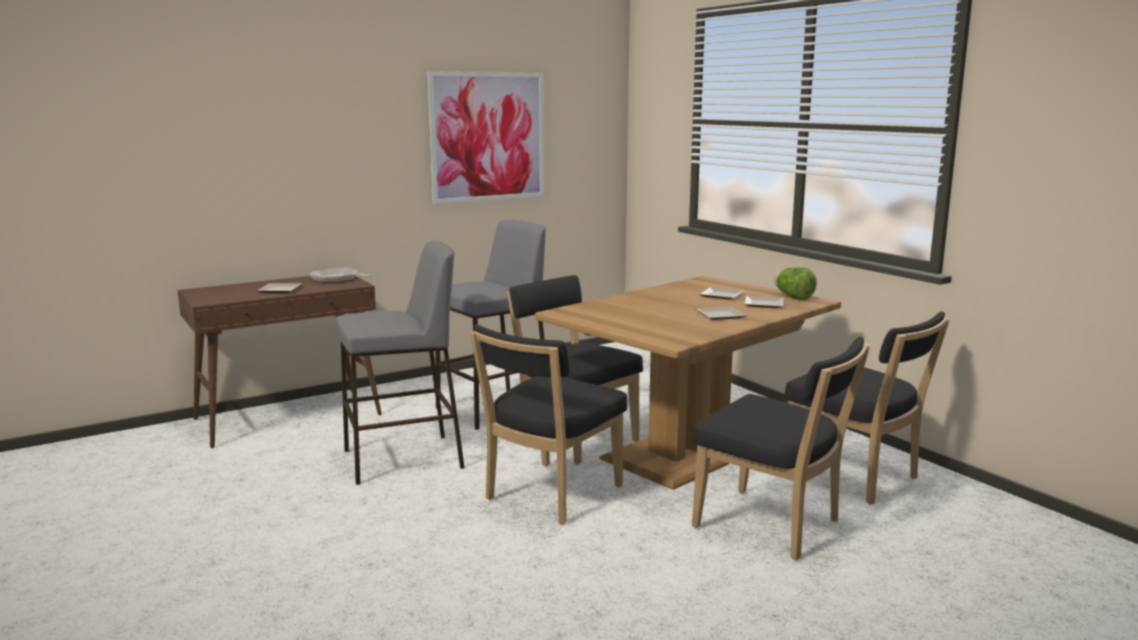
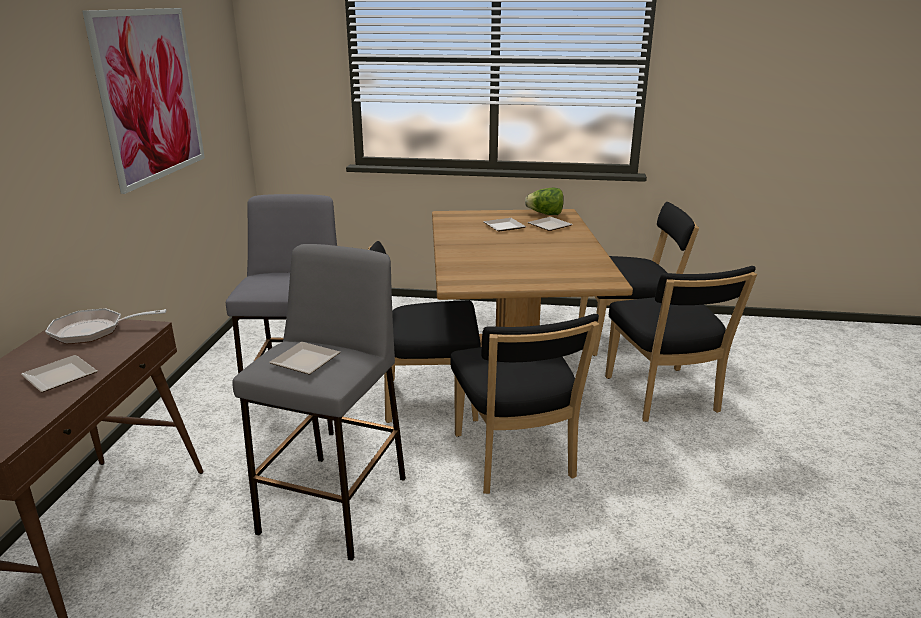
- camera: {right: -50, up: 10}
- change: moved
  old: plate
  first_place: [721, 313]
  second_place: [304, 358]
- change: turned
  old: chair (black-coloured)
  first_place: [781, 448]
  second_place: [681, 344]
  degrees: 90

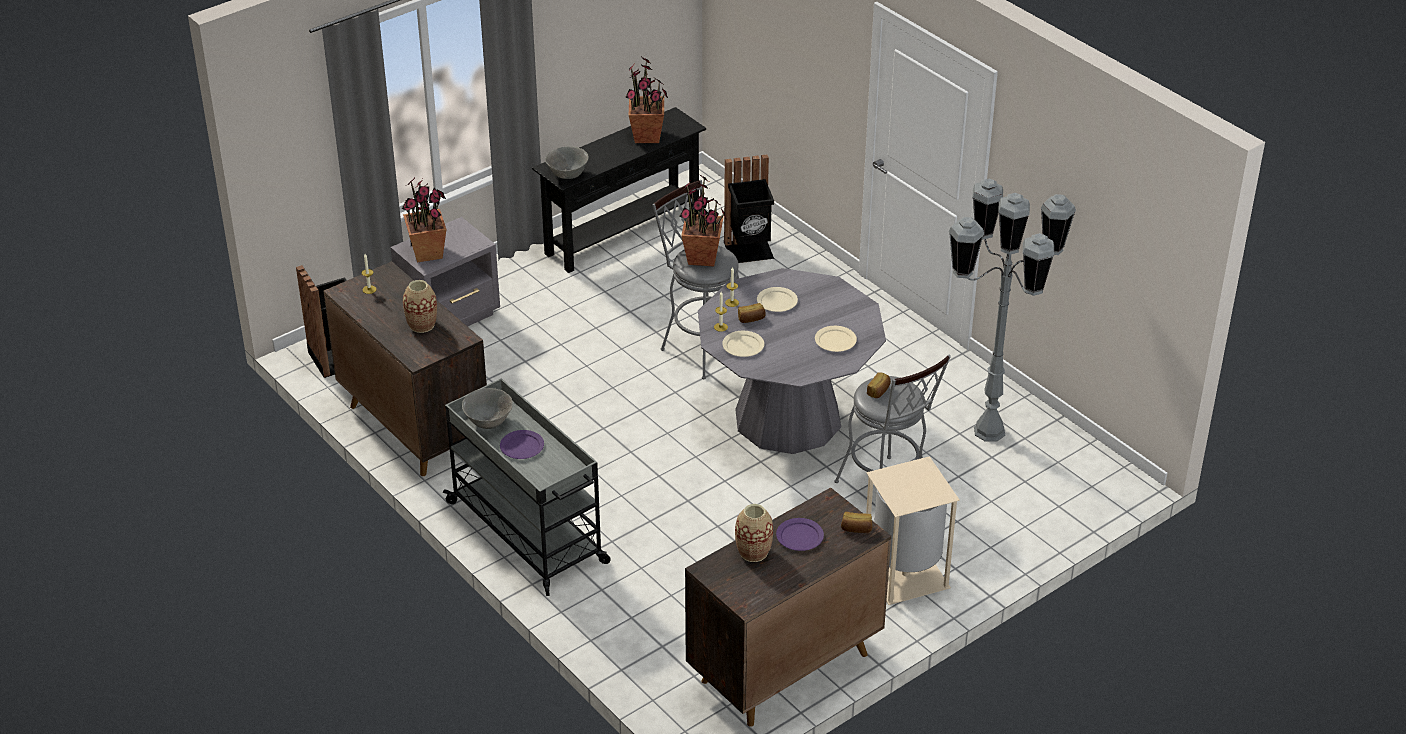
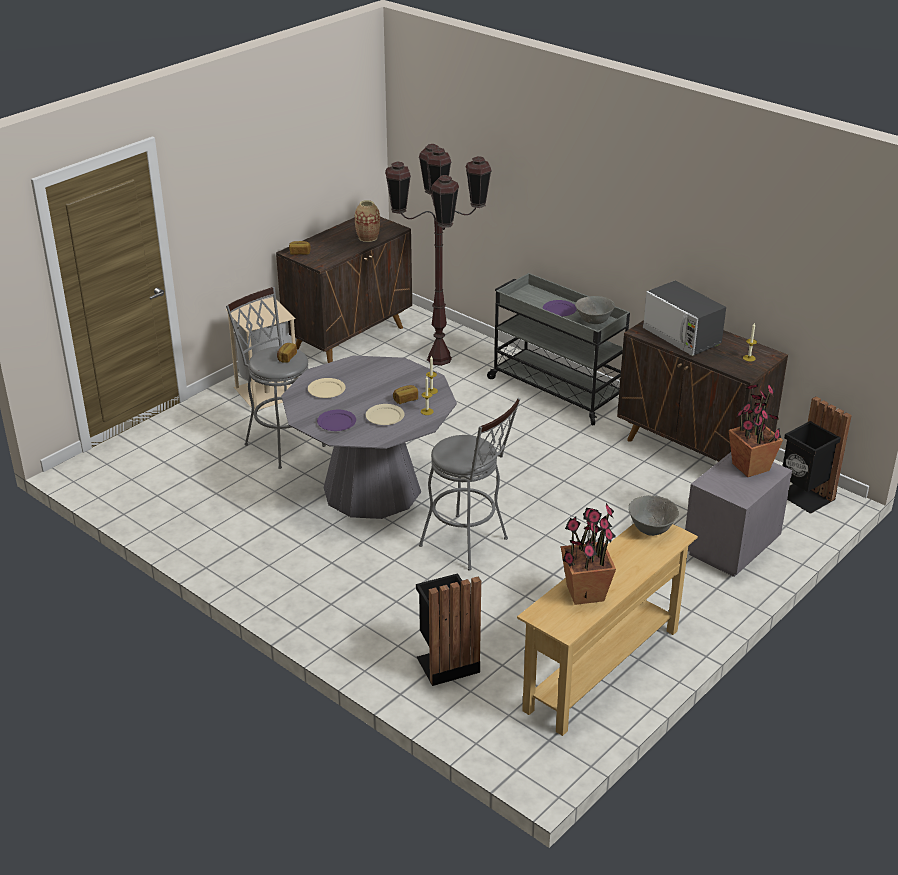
- camera: {right: 170, up: -5}
- change: removed
  old: houseplant
  first_place: [702, 220]
- change: removed
  old: plate (beige-coloured)
  first_place: [743, 344]
- change: removed
  old: floor lamp (gray)
  first_place: [1012, 310]
- change: added
  new: floor lamp (brownish)
  second_place: [438, 255]
- change: moved
  old: plate (purple-coloured)
  first_place: [800, 534]
  second_place: [336, 420]
- change: replaced
  old: vase
  new: microwave oven
  first_place: [420, 306]
  second_place: [684, 318]
- change: recoloured
  old: console table (black-coloured)
  new: console table (beige-coloured)
  first_place: [619, 190]
  second_place: [607, 630]

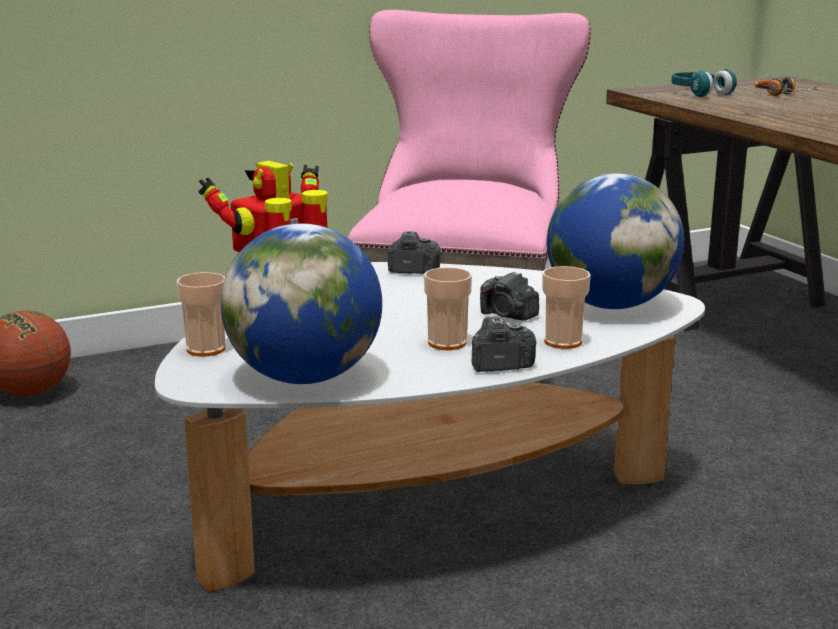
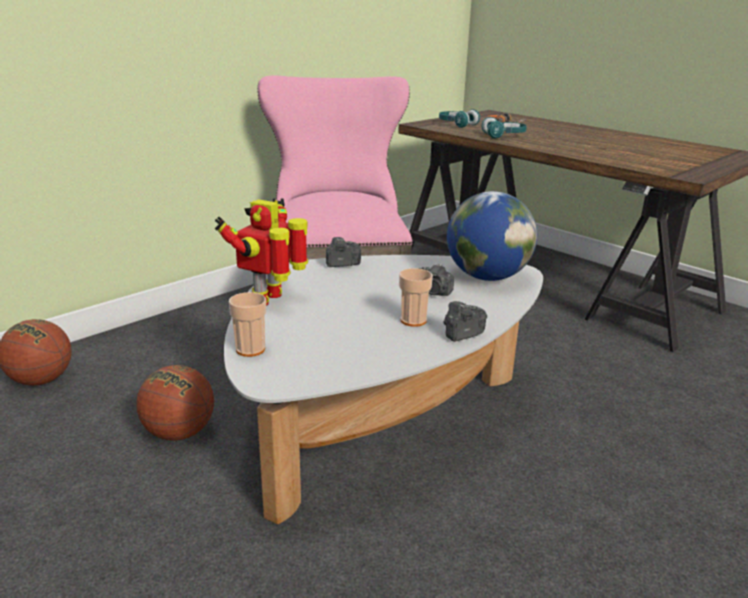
- camera: {right: -20, up: 5}
- change: removed
  old: desk globe
  first_place: [301, 303]
- change: removed
  old: cup
  first_place: [566, 307]
- change: added
  new: basketball
  second_place: [175, 403]
- change: added
  new: headset (turquoise-coloured)
  second_place: [504, 128]

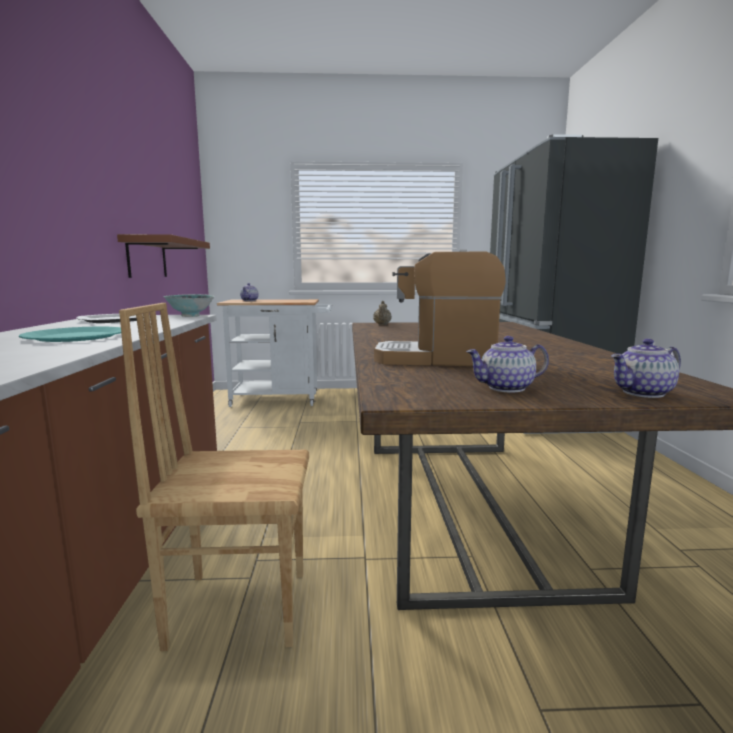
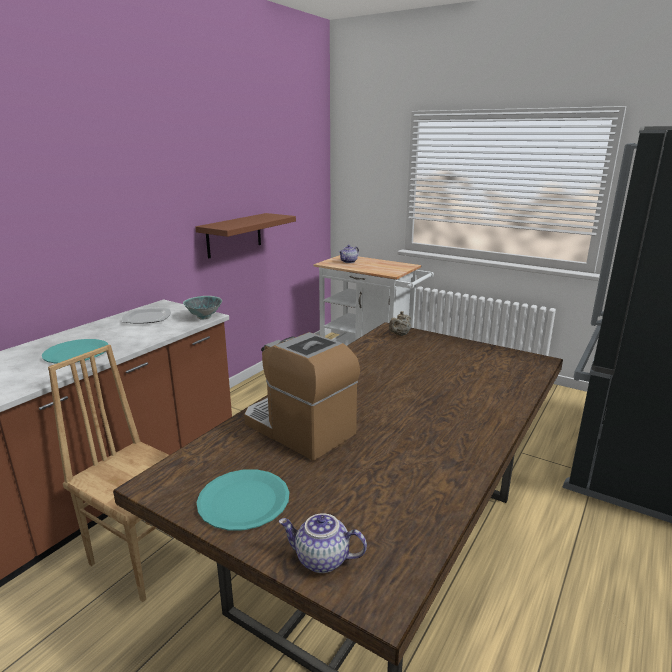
- camera: {right: 35, up: 10}
- change: replaced
  old: pot for tea
  new: plate (turquoise-coloured)
  first_place: [507, 364]
  second_place: [242, 500]

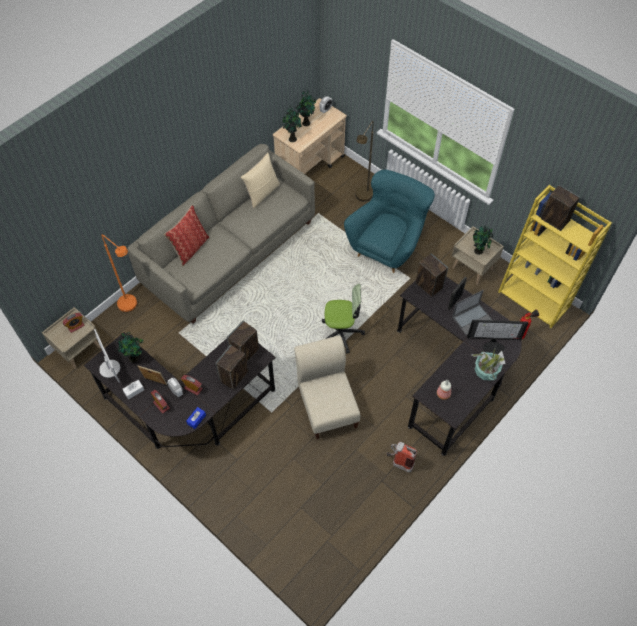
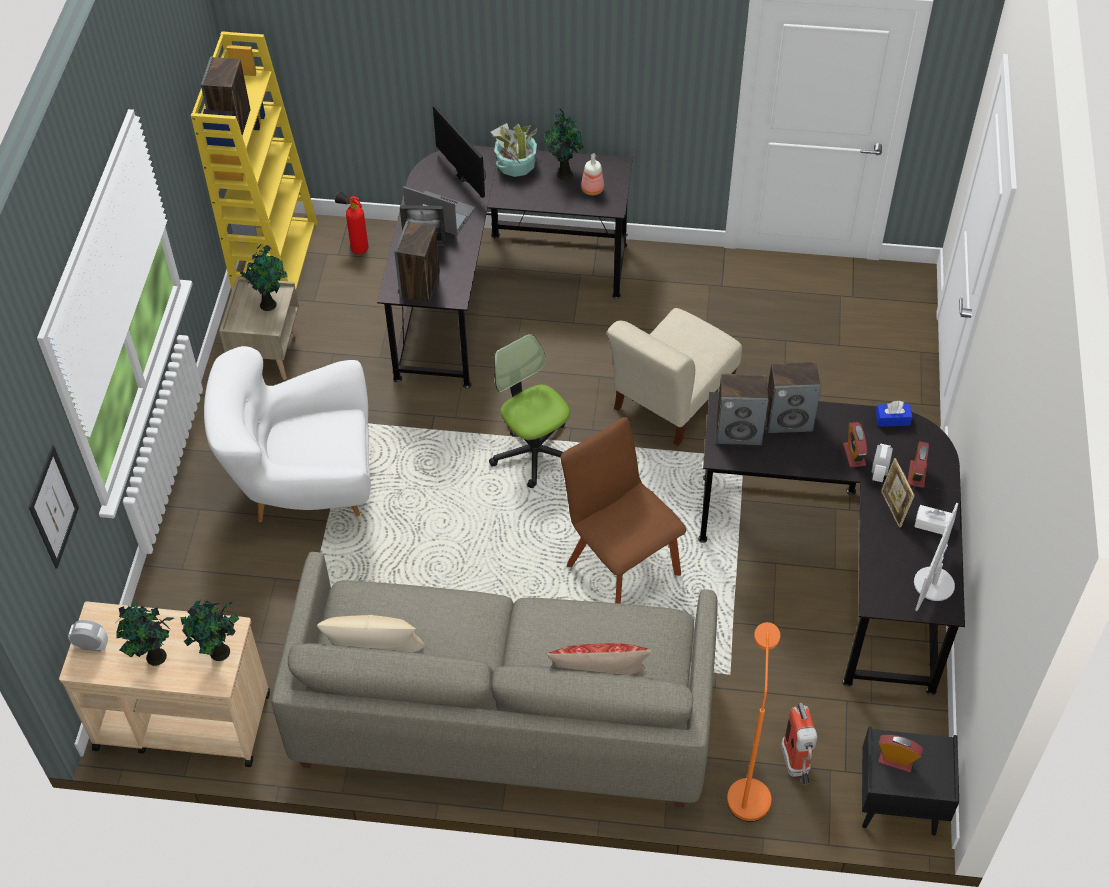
- camera: {right: -125, up: -5}
- change: removed
  old: floor lamp (brownish)
  first_place: [364, 161]
- change: added
  new: picture
  second_place: [53, 506]
- change: added
  new: chair (brownish)
  second_place: [623, 510]
- change: moved
  old: houseplant
  first_place: [130, 347]
  second_place: [564, 144]
- change: moved
  old: extinguisher
  first_place: [401, 457]
  second_place: [799, 743]
- change: recoloured
  old: nightstand (beige-coloured)
  new: nightstand (black-coloured)
  first_place: [71, 338]
  second_place: [910, 781]
- change: recoloured
  old: armchair (turquoise-coloured)
  new: armchair (white)
  first_place: [389, 221]
  second_place: [287, 434]

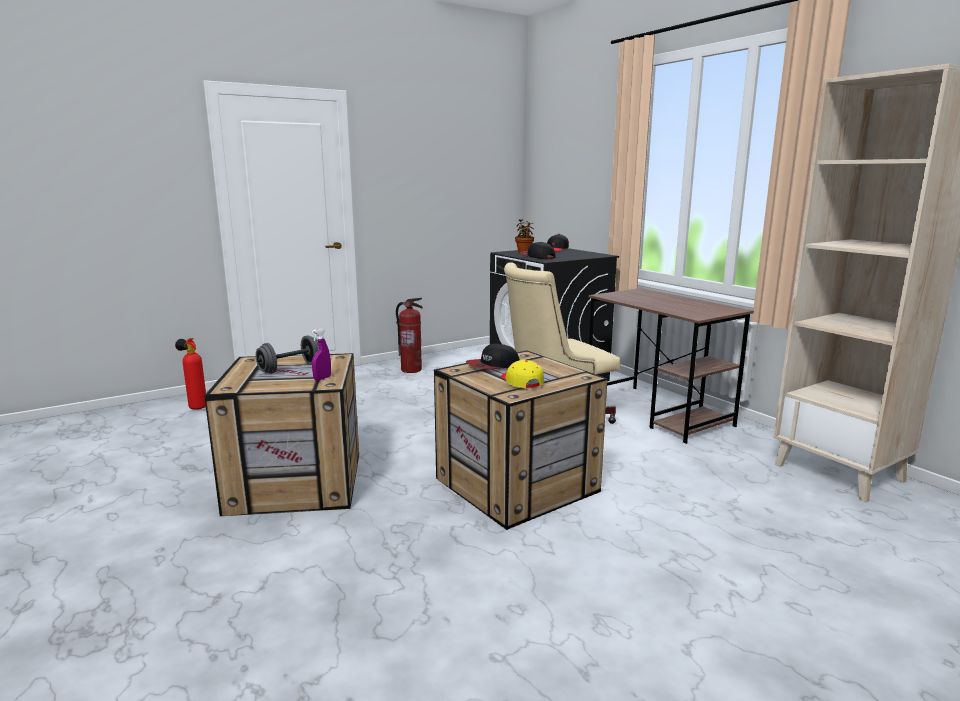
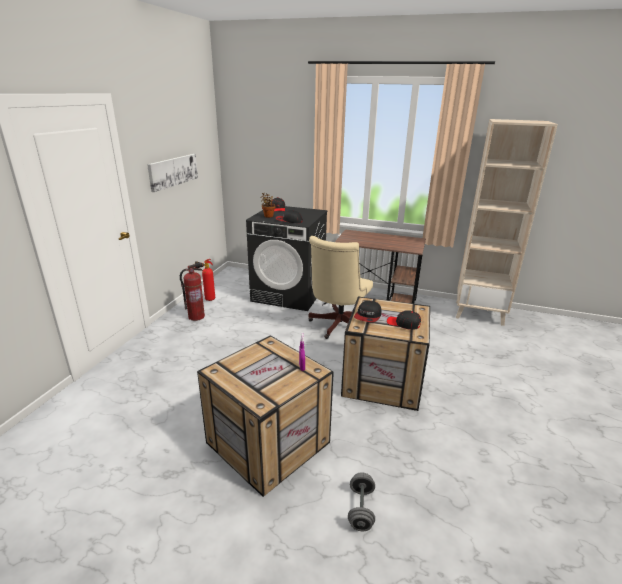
- camera: {right: -40, up: 10}
- change: added
  new: picture
  second_place: [172, 173]
- change: moved
  old: extinguisher
  first_place: [190, 374]
  second_place: [205, 280]
- change: moved
  old: dumbbell (gray)
  first_place: [287, 354]
  second_place: [361, 501]
- change: recoloured
  old: cap (yellow)
  new: cap (black-coloured)
  first_place: [522, 374]
  second_place: [404, 320]

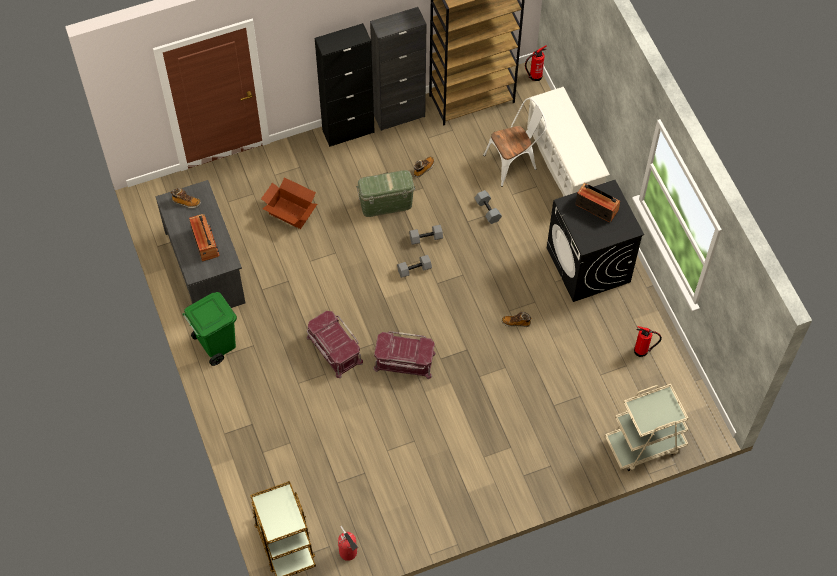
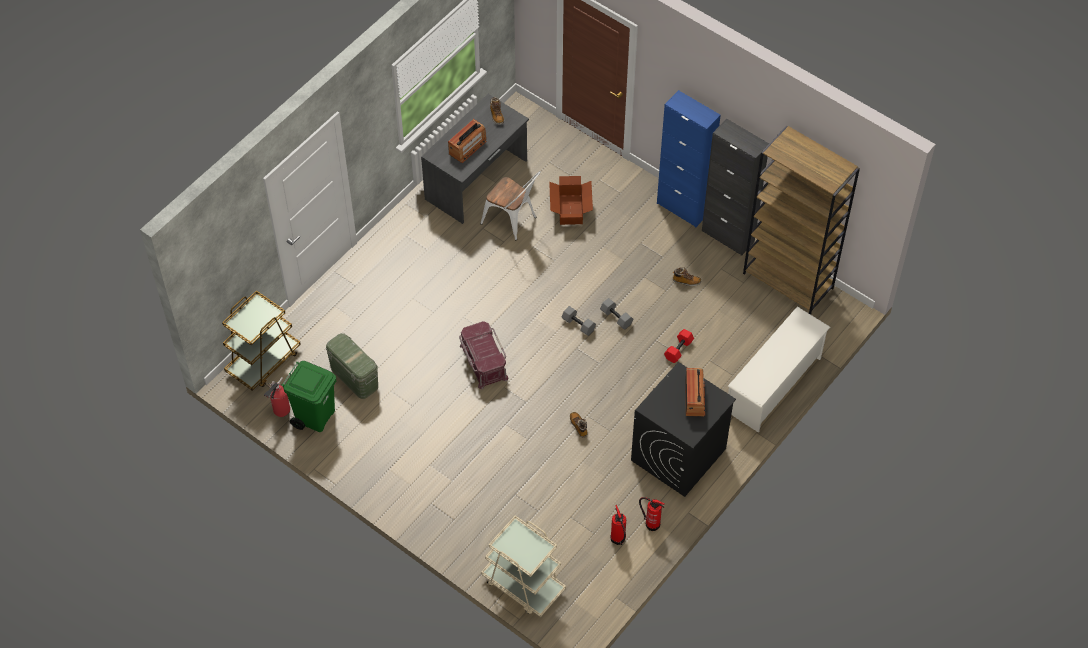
- camera: {right: 60, up: -5}
- change: removed
  old: storage bin (red-coloured)
  first_place: [335, 344]
- change: moved
  old: waste bin (green)
  first_place: [209, 329]
  second_place: [309, 396]
- change: moved
  old: storage bin (green)
  first_place: [385, 193]
  second_place: [352, 366]
- change: moved
  old: chair (white)
  first_place: [515, 142]
  second_place: [510, 206]
- change: moved
  old: extinguisher
  first_place: [536, 63]
  second_place: [651, 514]
- change: recoloured
  old: storage cabinet (black-coloured)
  new: storage cabinet (bluish)
  first_place: [345, 85]
  second_place: [689, 158]
- change: recoloured
  old: dumbbell (gray)
  new: dumbbell (red-coloured)
  first_place: [488, 207]
  second_place: [679, 346]

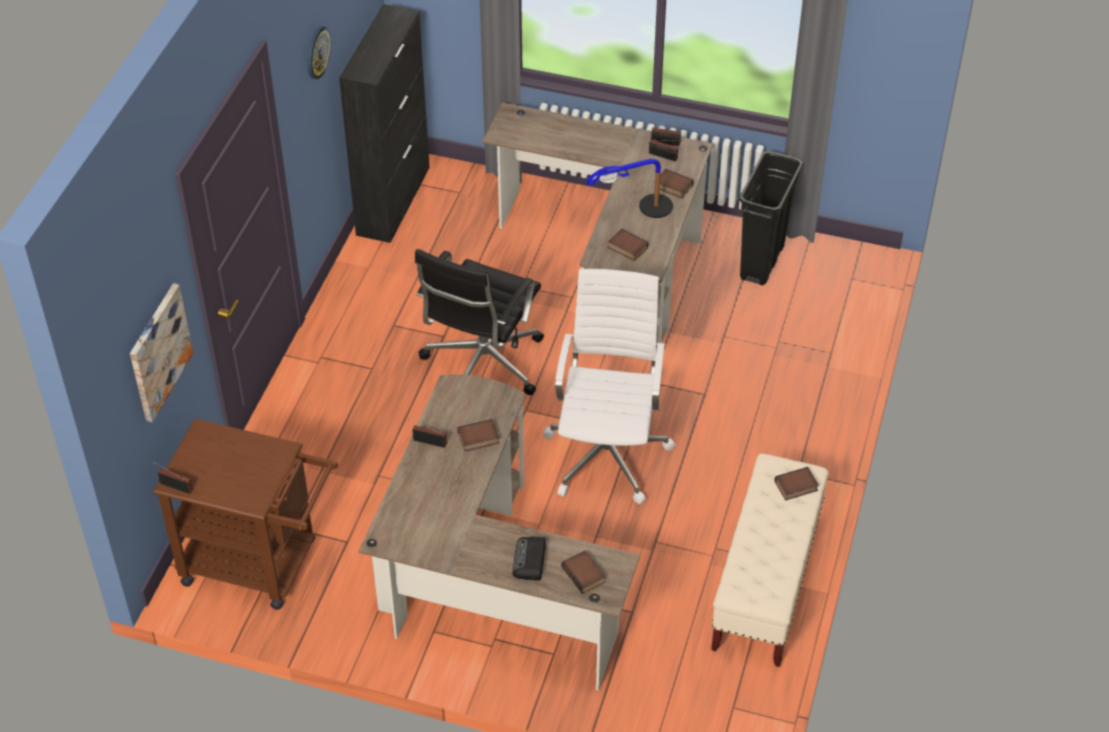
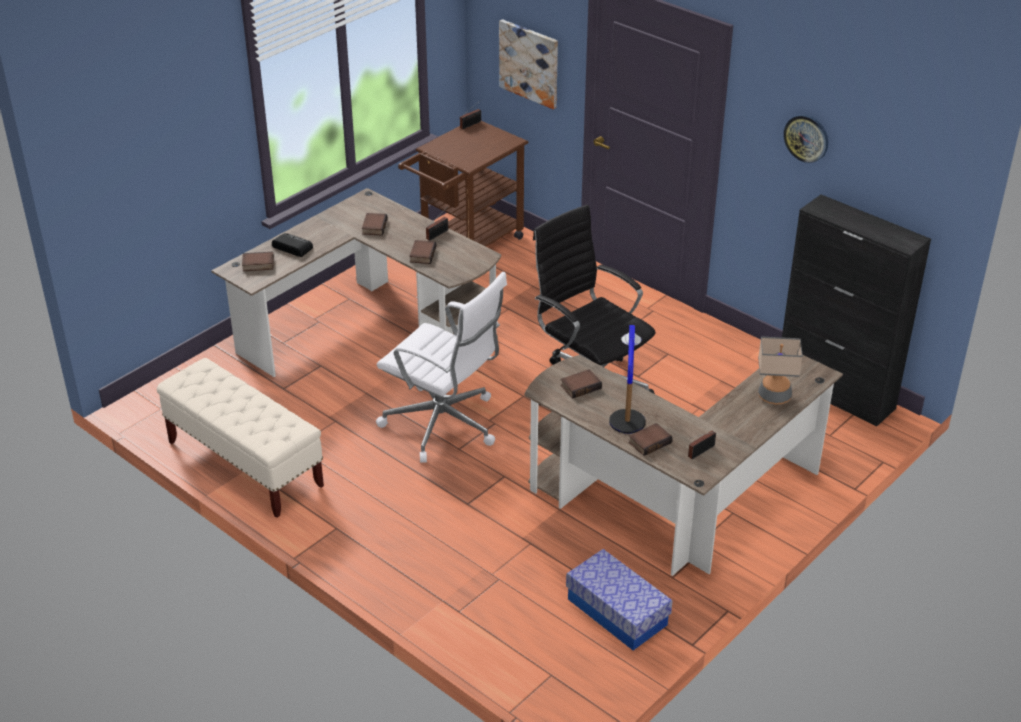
- camera: {right: 115, up: -10}
- change: removed
  old: radio receiver
  first_place: [668, 135]
- change: added
  new: tabletop lamp
  second_place: [780, 370]
- change: moved
  old: volume
  first_place: [797, 483]
  second_place: [375, 224]
- change: replaced
  old: waste bin (black-coloured)
  new: storage bin
  first_place: [771, 218]
  second_place: [619, 599]

